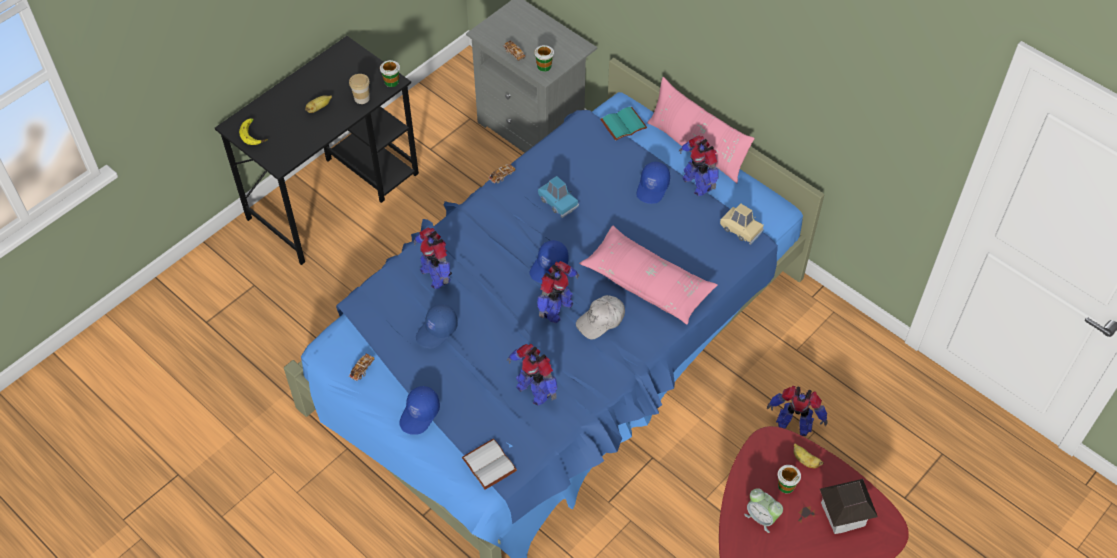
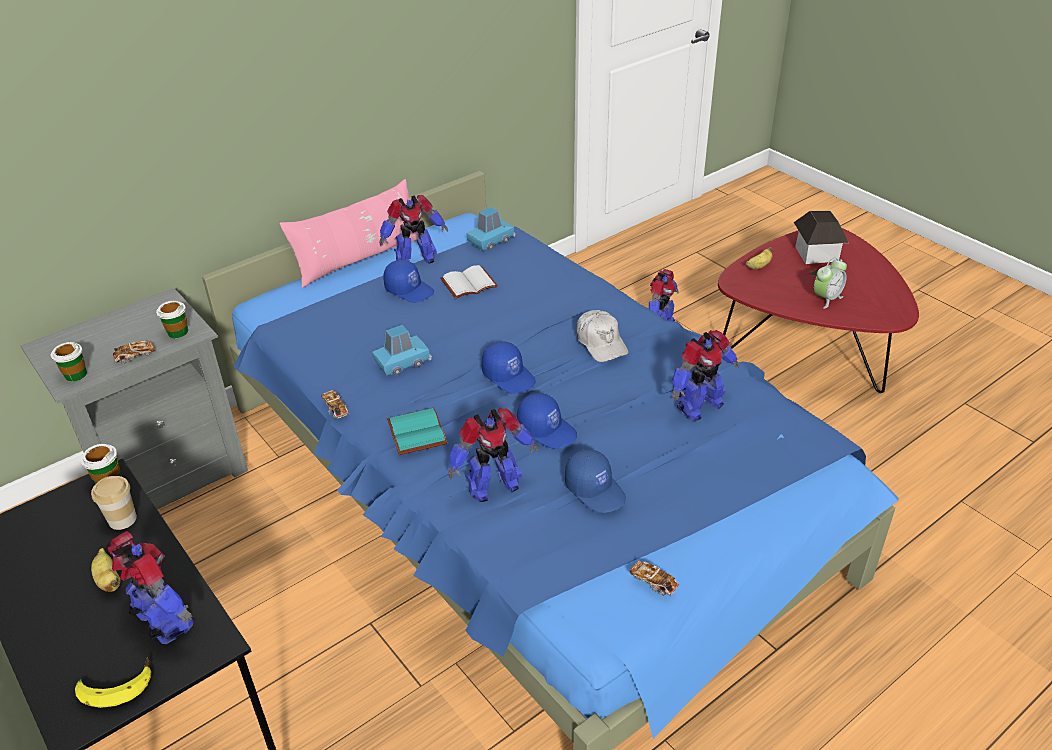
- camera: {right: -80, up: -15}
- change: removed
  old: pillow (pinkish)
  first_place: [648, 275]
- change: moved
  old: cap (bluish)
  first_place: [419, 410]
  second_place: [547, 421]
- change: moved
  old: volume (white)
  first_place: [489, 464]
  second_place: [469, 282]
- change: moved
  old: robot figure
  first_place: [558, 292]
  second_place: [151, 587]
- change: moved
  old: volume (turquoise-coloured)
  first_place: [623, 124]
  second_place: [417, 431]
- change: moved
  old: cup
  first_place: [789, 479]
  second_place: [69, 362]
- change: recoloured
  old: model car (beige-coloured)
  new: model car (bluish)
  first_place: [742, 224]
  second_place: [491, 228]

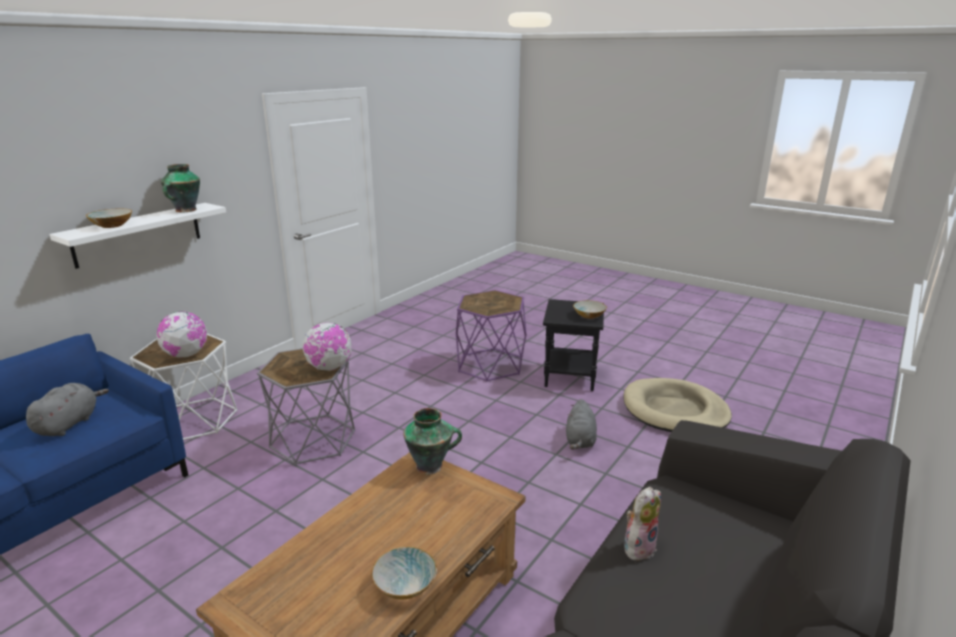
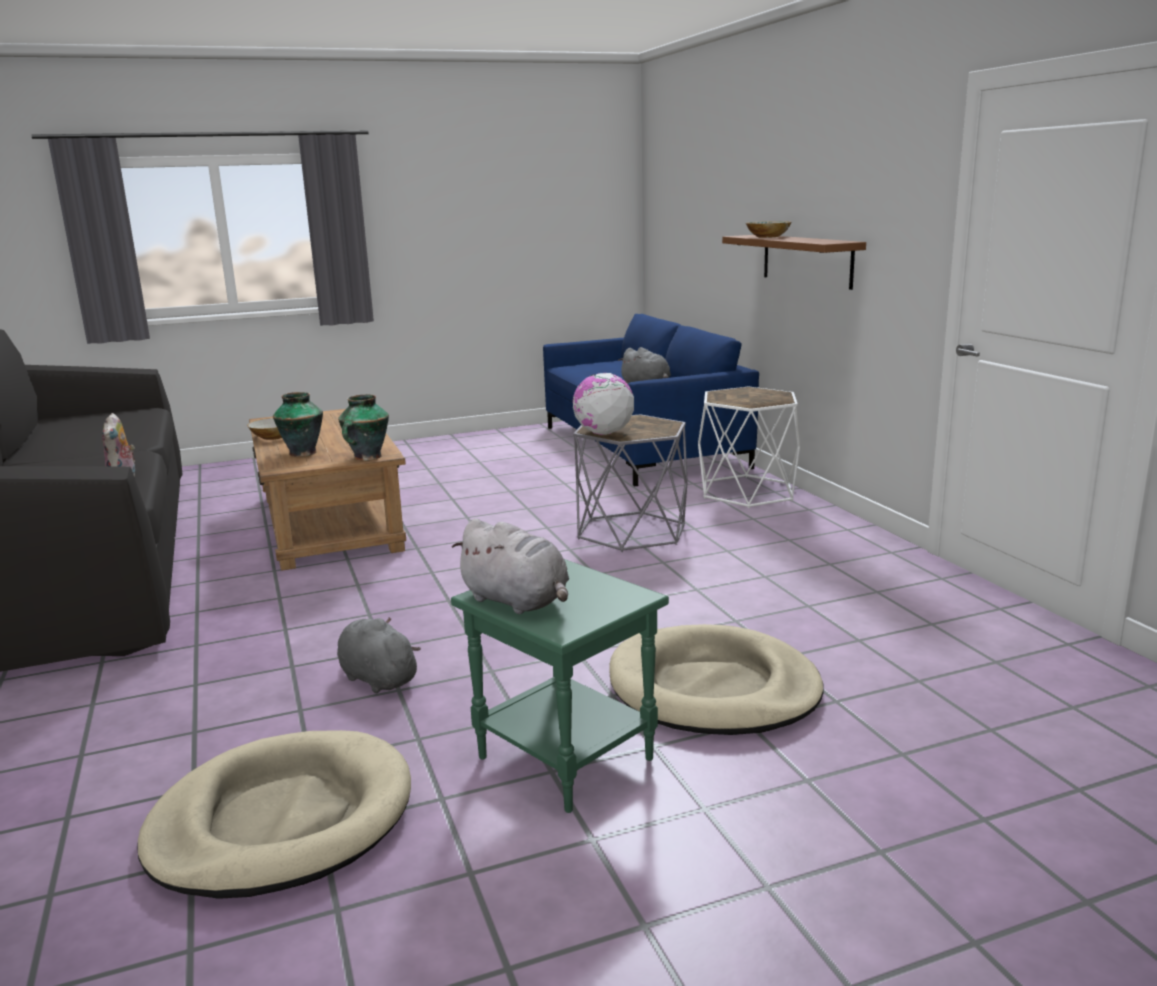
- camera: {right: 125, up: -5}
- change: removed
  old: desk globe
  first_place: [182, 334]
- change: moved
  old: vase
  first_place: [180, 188]
  second_place: [298, 424]
- change: replaced
  old: accent table (purple-coloured)
  new: pet bed (beige-coloured)
  first_place: [491, 336]
  second_place: [716, 679]
- change: replaced
  old: bowl
  new: plush toy (gray)
  first_place: [590, 309]
  second_place: [510, 566]
- change: recoloured
  old: wall shelf (white)
  new: wall shelf (brownish)
  first_place: [137, 236]
  second_place: [794, 262]
- change: recoloured
  old: accent table (black-coloured)
  new: accent table (green)
  first_place: [573, 345]
  second_place: [560, 686]

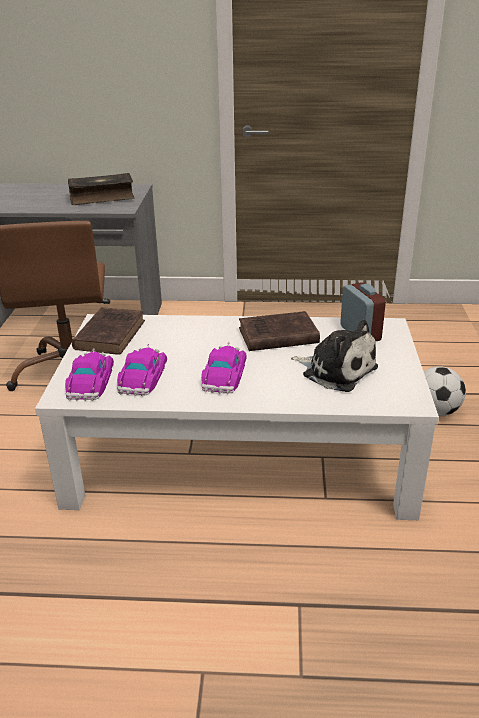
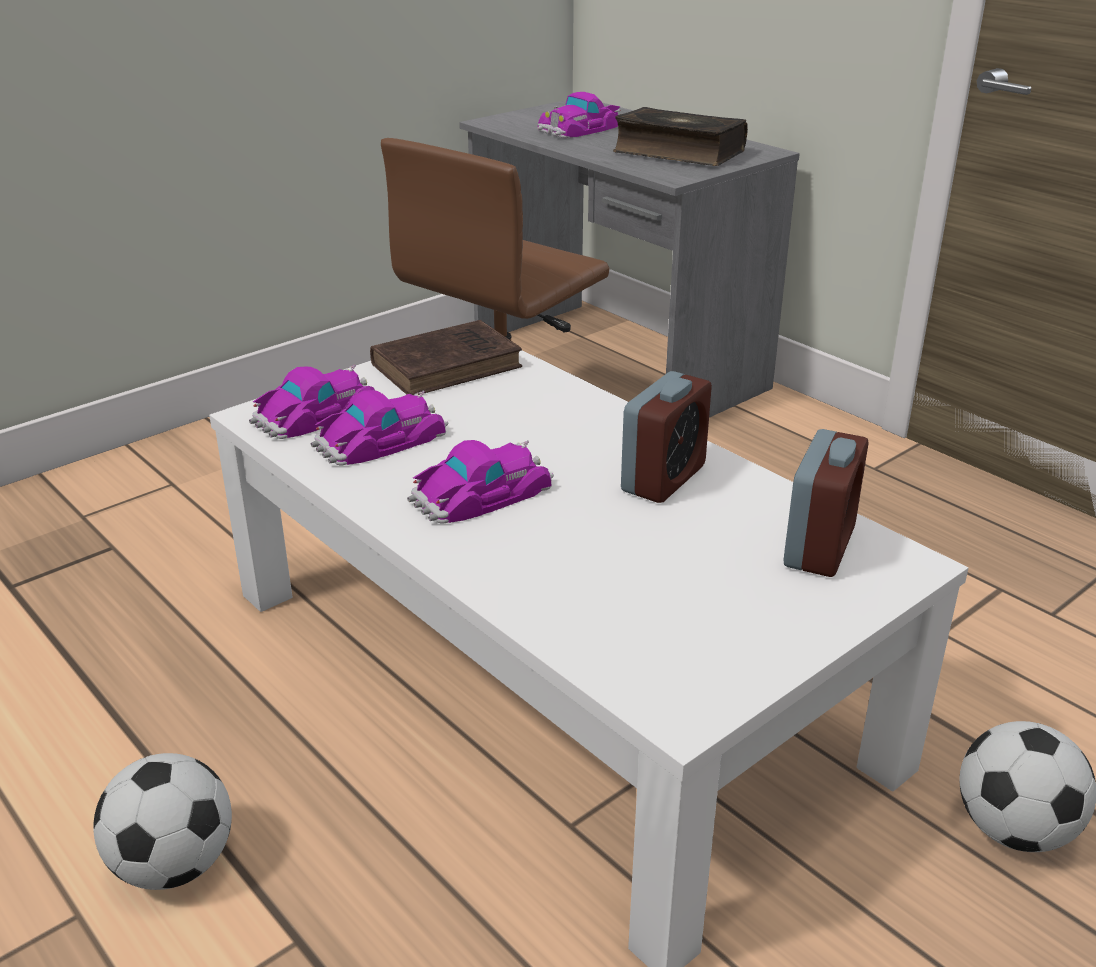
- camera: {right: 45, up: 0}
- change: removed
  old: plush toy
  first_place: [334, 356]
- change: added
  new: ball for football
  second_place: [162, 821]
- change: added
  new: model car
  second_place: [579, 115]
- change: replaced
  old: volume (brownish)
  new: bedside clock
  first_place: [279, 331]
  second_place: [666, 437]

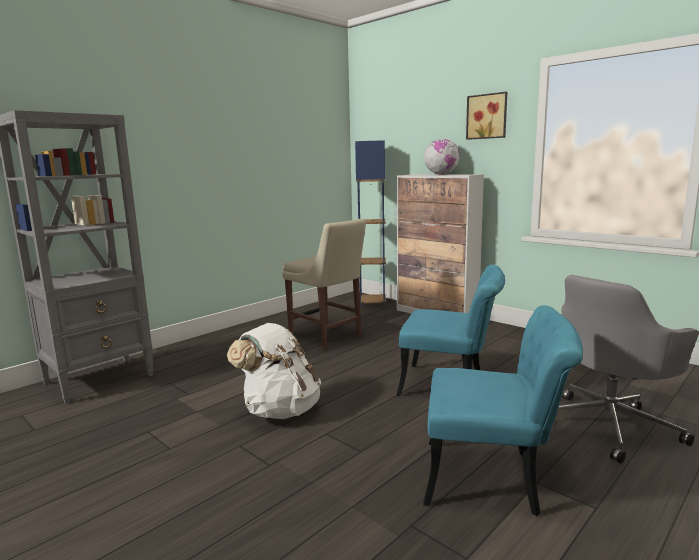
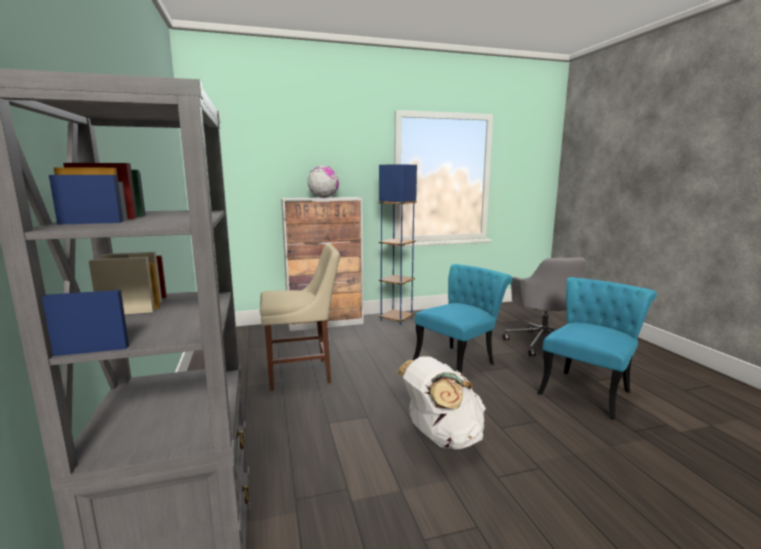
- camera: {right: -60, up: 0}
- change: removed
  old: picture
  first_place: [486, 116]
- change: moved
  old: floor lamp (bluish)
  first_place: [370, 223]
  second_place: [398, 244]

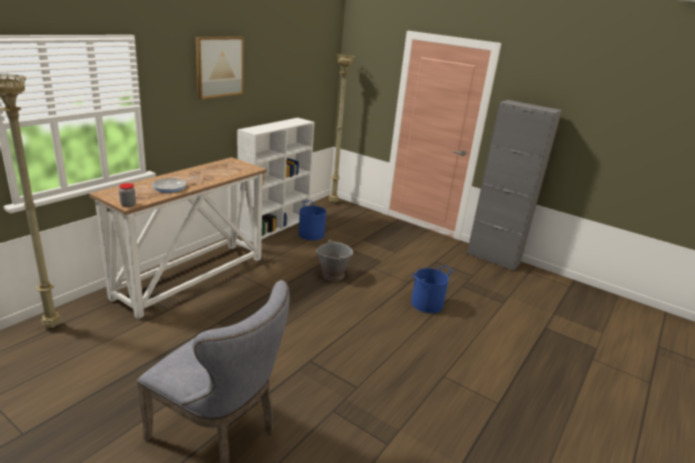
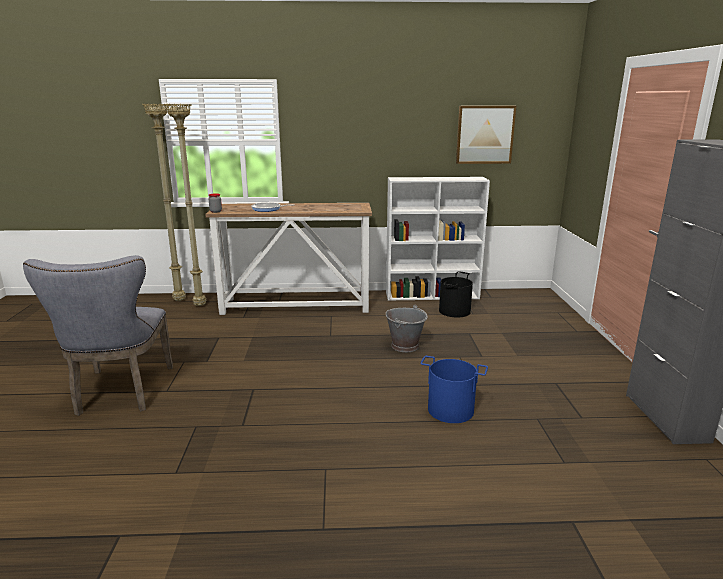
- camera: {right: 55, up: -5}
- change: moved
  old: picture
  first_place: [220, 67]
  second_place: [486, 135]
- change: moved
  old: floor lamp (beige-coloured)
  first_place: [342, 128]
  second_place: [185, 205]
- change: recoloured
  old: bucket (bluish)
  new: bucket (black-coloured)
  first_place: [312, 220]
  second_place: [456, 294]

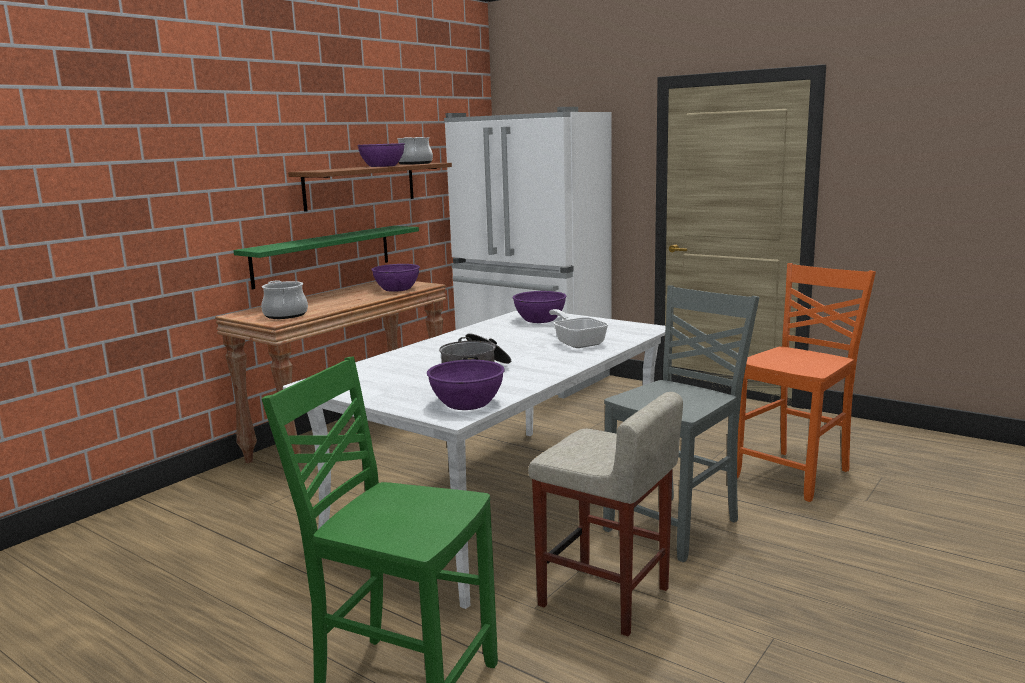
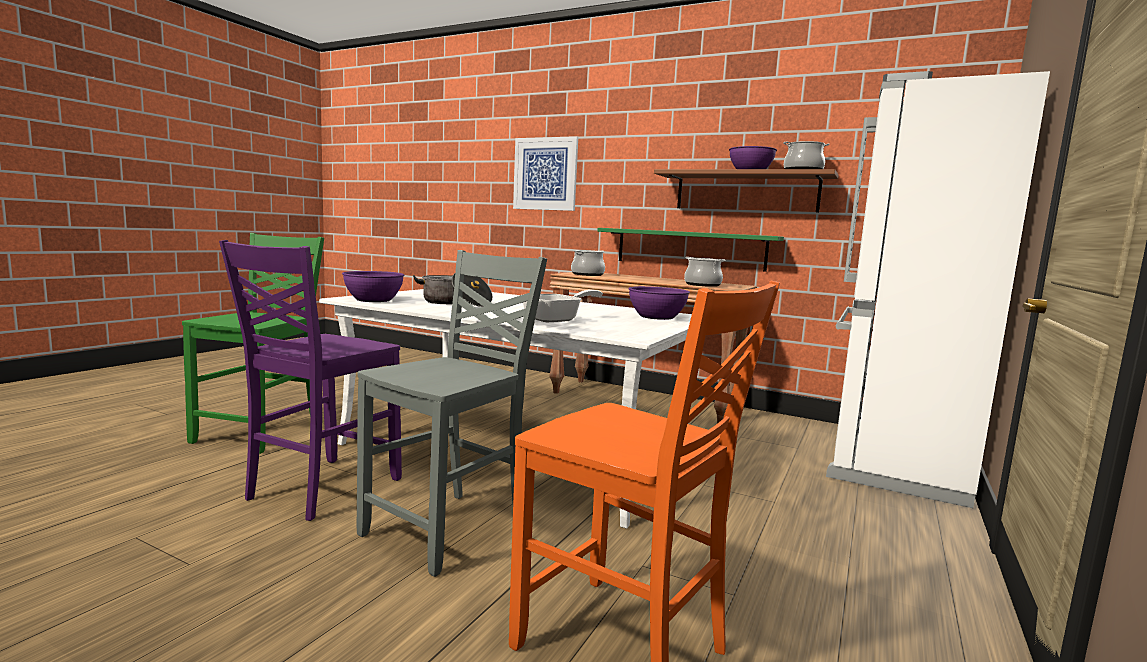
- camera: {right: 80, up: -5}
- change: added
  new: picture
  second_place: [545, 173]
- change: replaced
  old: bowl (purple-coloured)
  new: saucepot
  first_place: [395, 278]
  second_place: [705, 272]
- change: replaced
  old: sitting stool (beige-coloured)
  new: chair (purple-coloured)
  first_place: [605, 514]
  second_place: [310, 380]
- change: turned
  old: chair (gray)
  first_place: [681, 423]
  second_place: [452, 413]
  degrees: -90

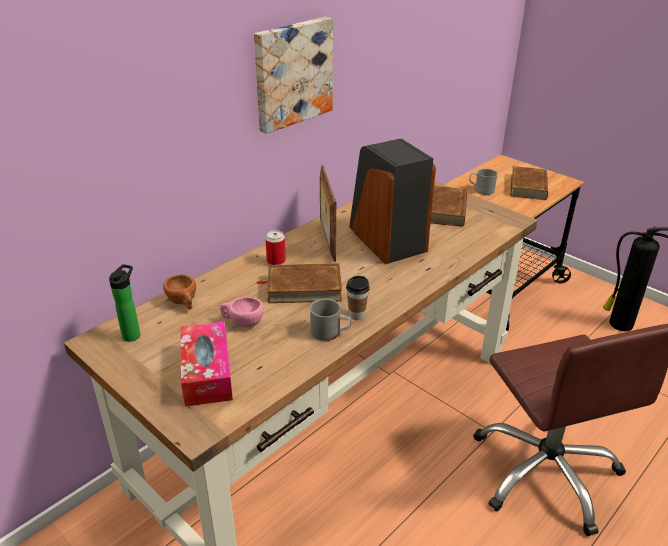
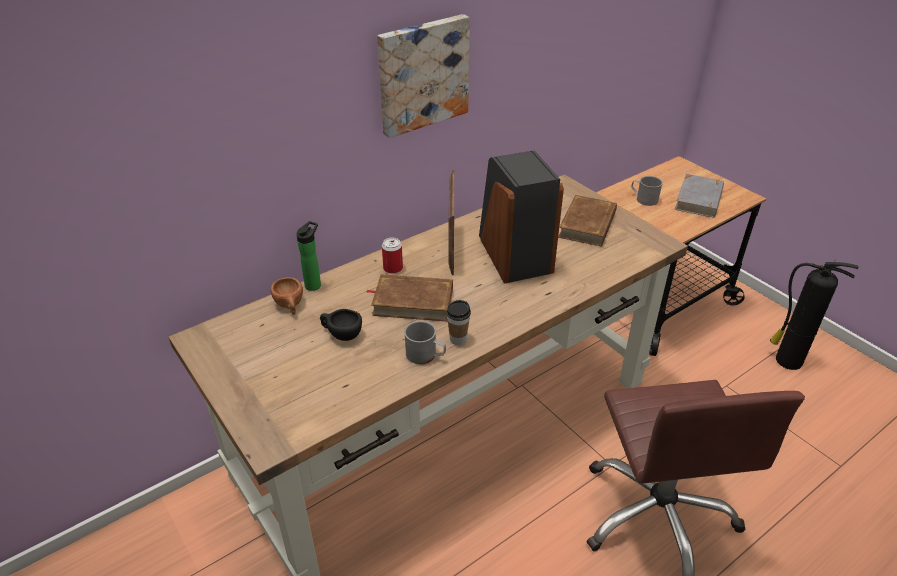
- camera: {right: 10, up: 5}
- change: removed
  old: box of tissues
  first_place: [206, 364]
- change: moved
  old: drink bottle
  first_place: [124, 303]
  second_place: [308, 256]
- change: recoloured
  old: cup (pinkish)
  new: cup (black-coloured)
  first_place: [241, 312]
  second_place: [341, 325]
- change: recoloured
  old: volume (brownish)
  new: volume (gray)
  first_place: [529, 183]
  second_place: [699, 196]

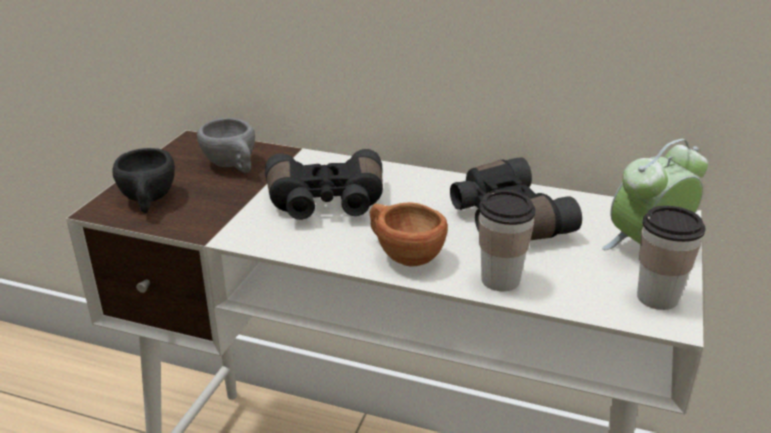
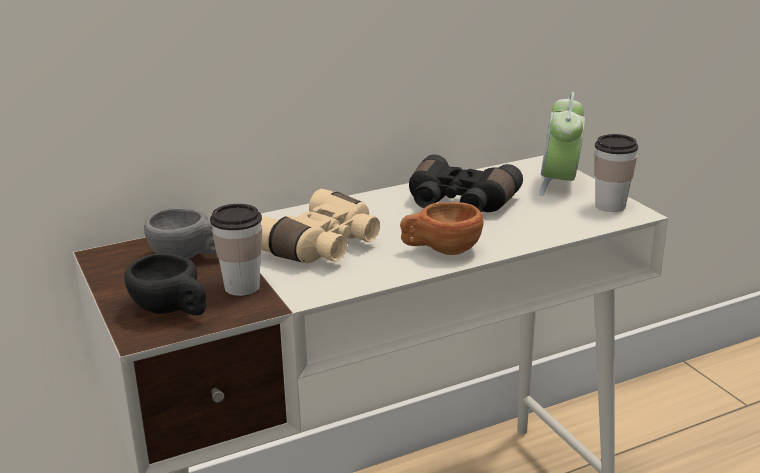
- camera: {right: -45, up: -5}
- change: moved
  old: cup
  first_place: [507, 240]
  second_place: [236, 250]
- change: recoloured
  old: field glasses (black-coloured)
  new: field glasses (beige-coloured)
  first_place: [324, 184]
  second_place: [320, 226]

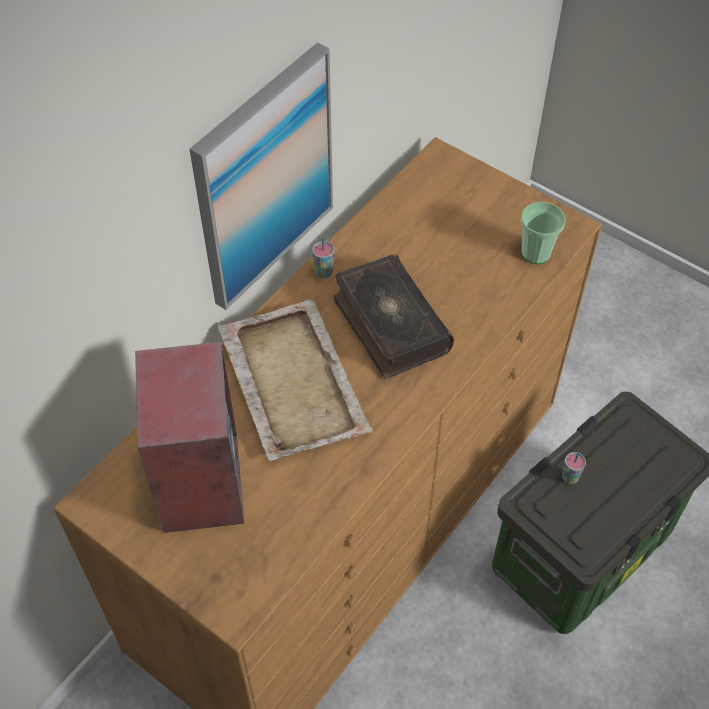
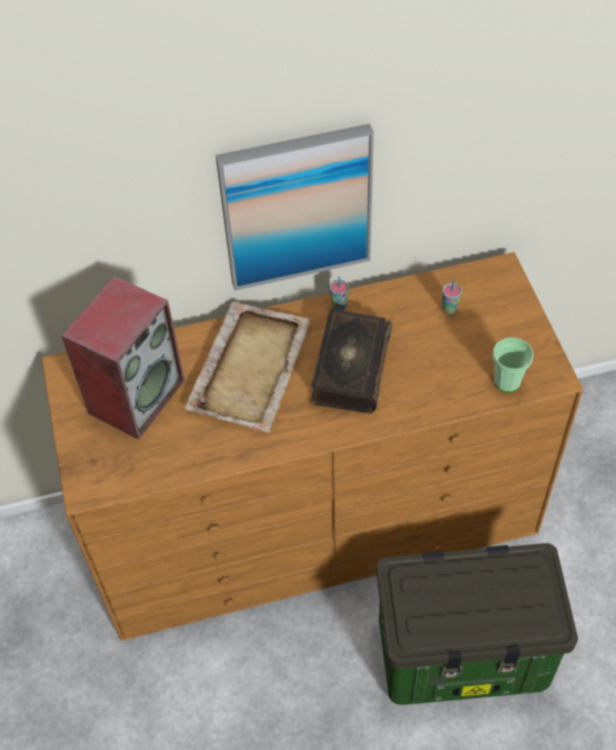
- camera: {right: 40, up: 0}
- change: moved
  old: cup
  first_place: [574, 468]
  second_place: [452, 297]

